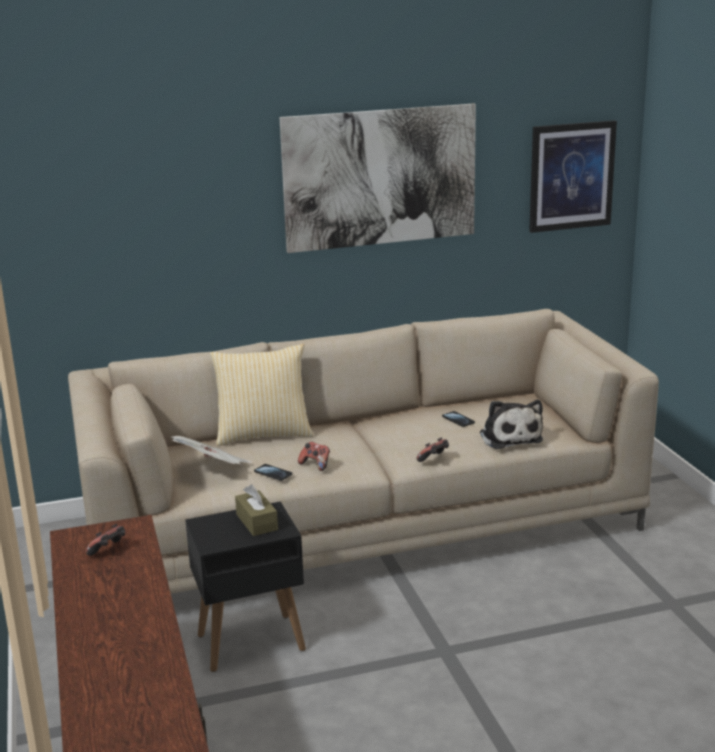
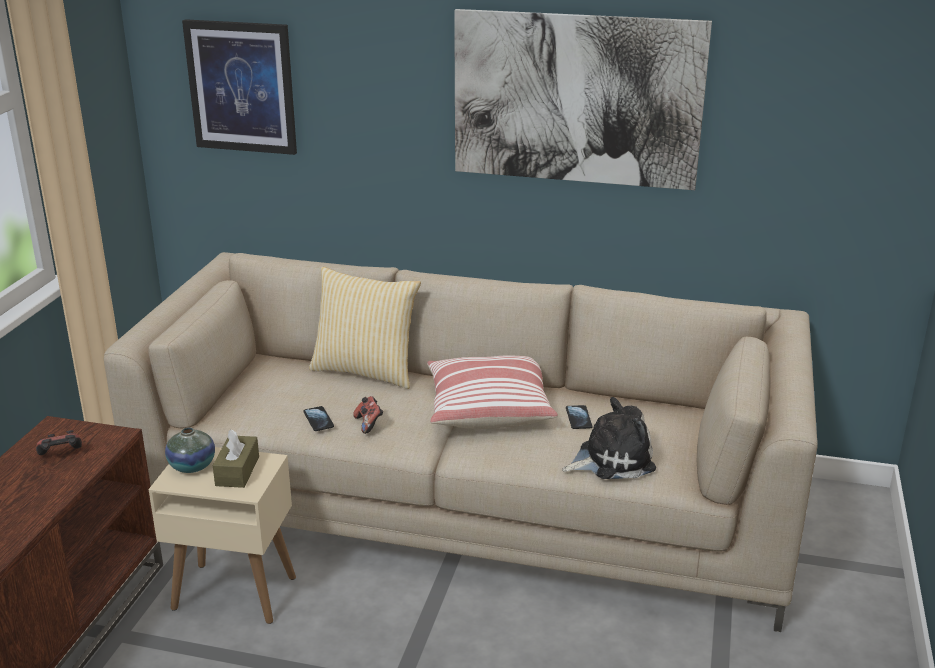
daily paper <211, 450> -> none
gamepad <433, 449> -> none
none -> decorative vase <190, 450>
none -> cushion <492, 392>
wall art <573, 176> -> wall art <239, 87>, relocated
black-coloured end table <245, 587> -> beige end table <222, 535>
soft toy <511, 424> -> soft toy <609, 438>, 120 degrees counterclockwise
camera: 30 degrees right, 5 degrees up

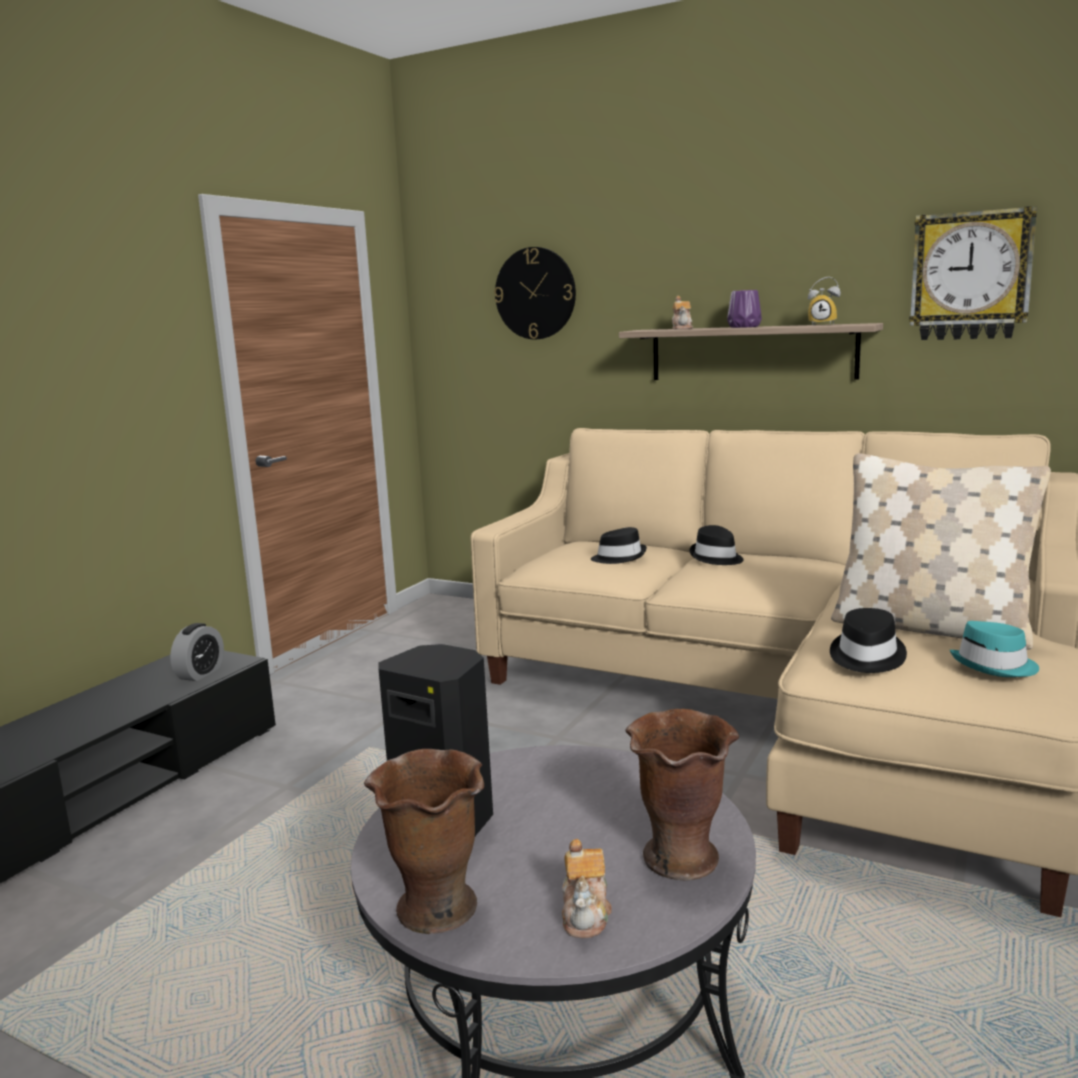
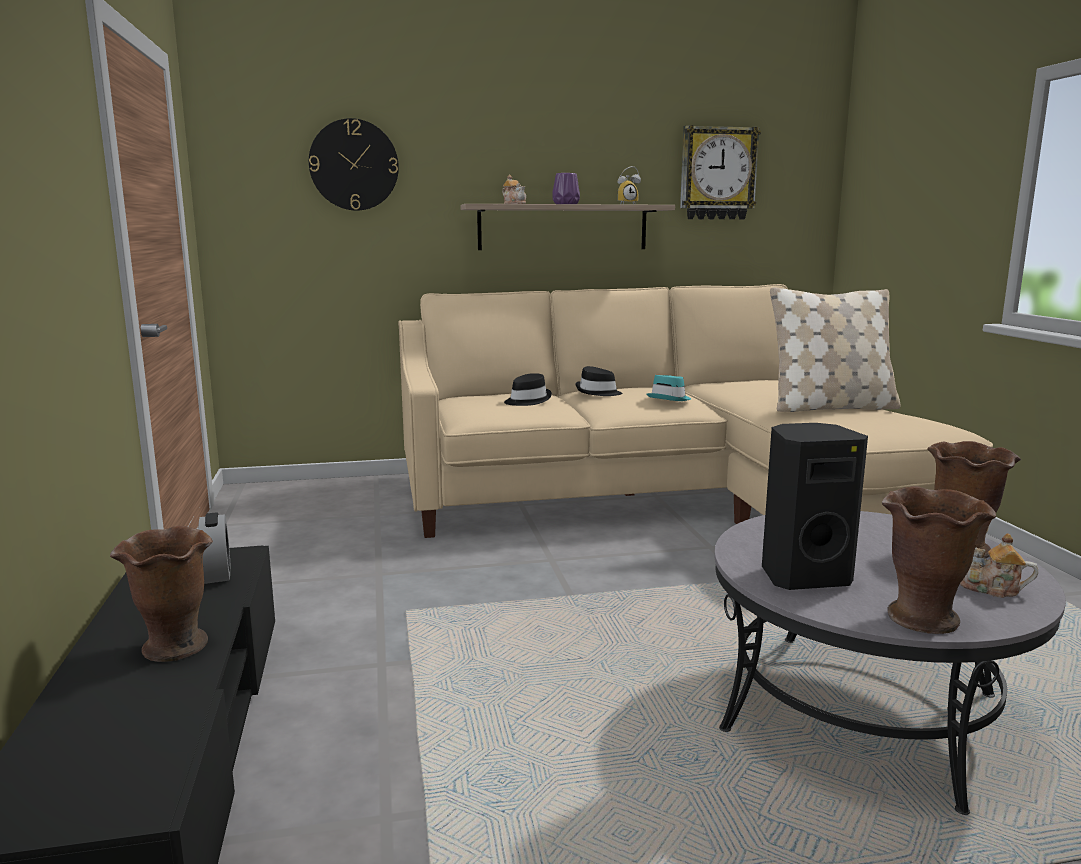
black-coloured hat <868, 640> -> none
none -> brown decorative vase <161, 594>
blue-green hat <994, 649> -> blue-green hat <668, 388>, relocated
pot for tea <587, 888> -> pot for tea <999, 565>, 150 degrees clockwise
camera: 40 degrees left, 0 degrees up

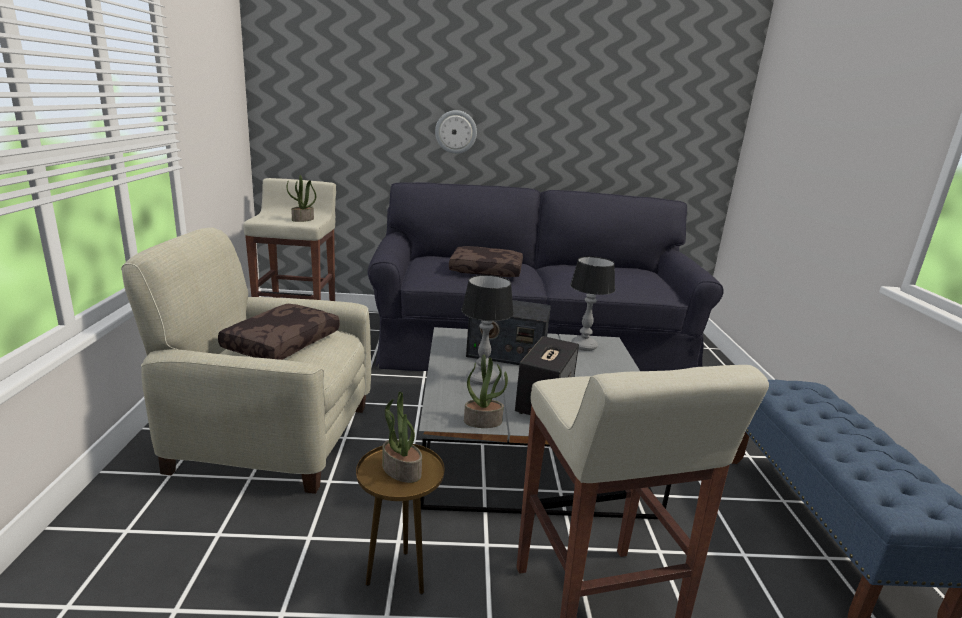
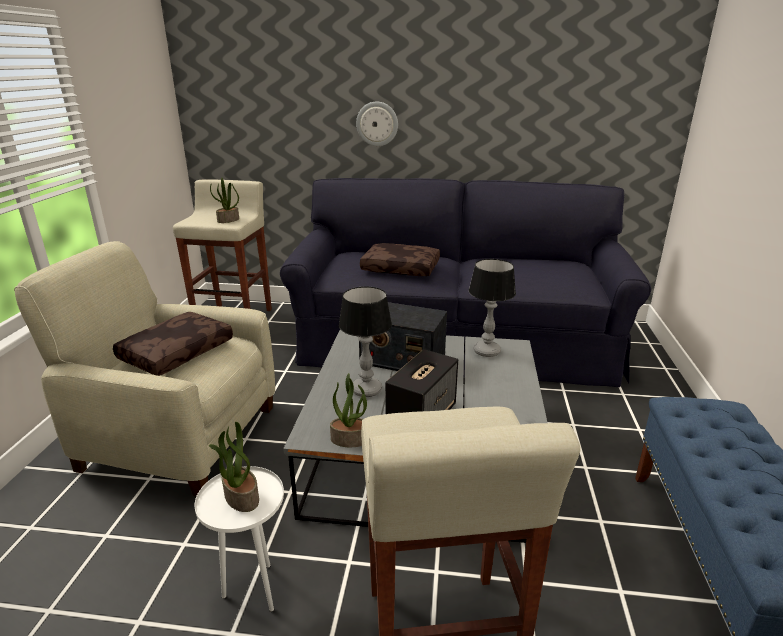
brown end table <400, 519> -> white-coloured end table <239, 539>
camera: 10 degrees right, 5 degrees up

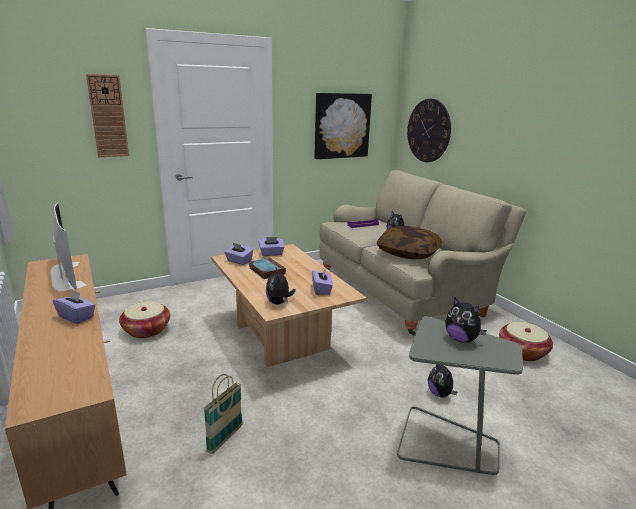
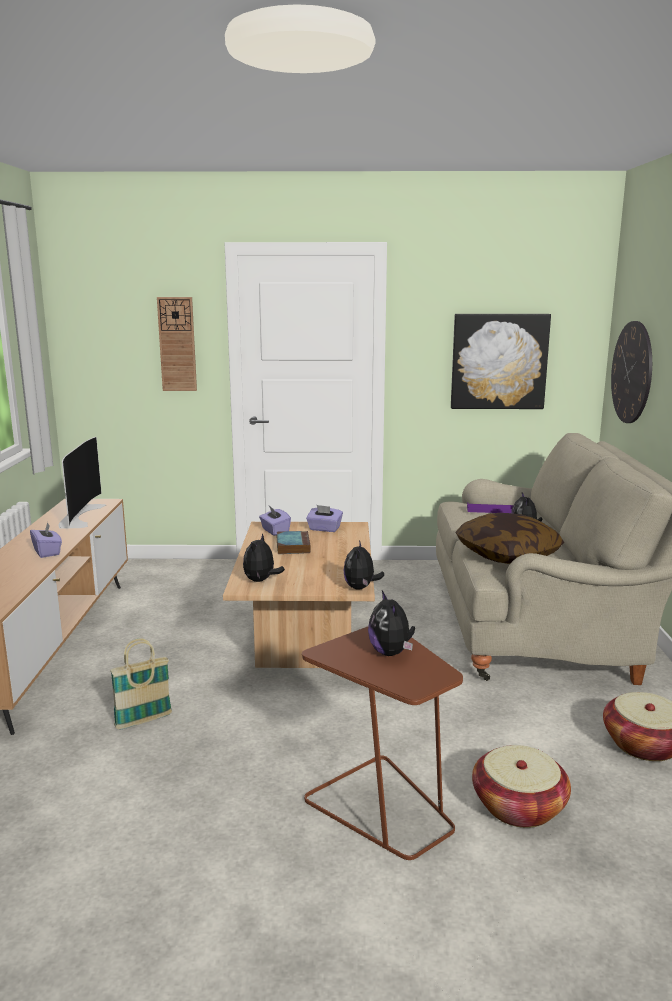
purple-coloured box of tissues <322, 282> -> none
basket <144, 319> -> basket <521, 786>, relocated
soft toy <442, 381> -> soft toy <364, 565>, relocated
greyish end table <460, 395> -> brown end table <382, 743>
camera: 30 degrees right, 5 degrees down

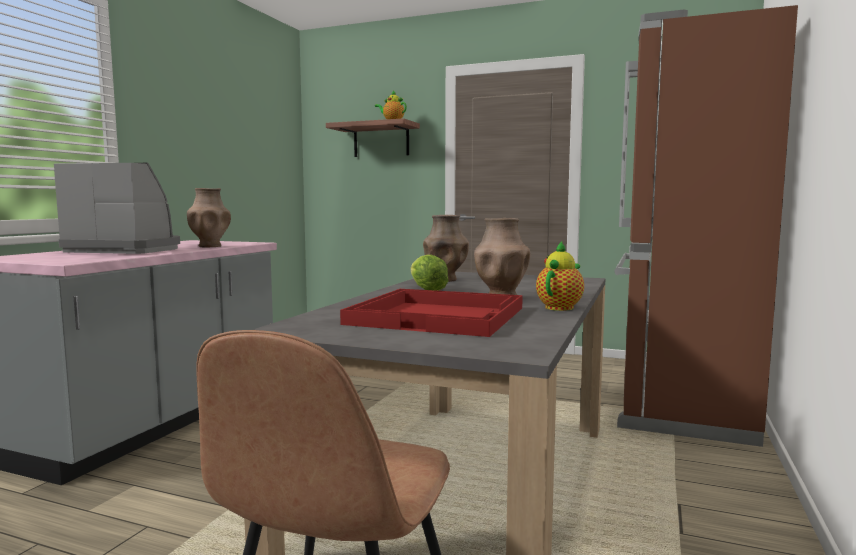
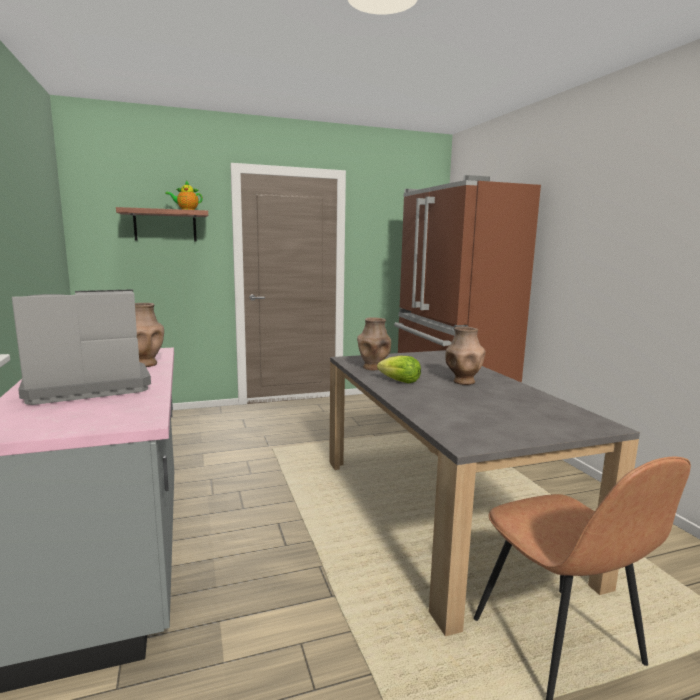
red tray <431, 313> -> none
pot for tea <560, 276> -> none
camera: 40 degrees left, 5 degrees up

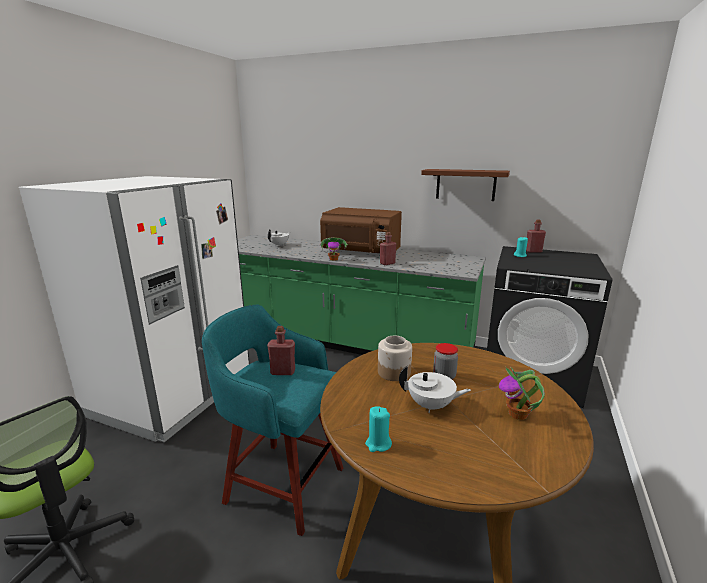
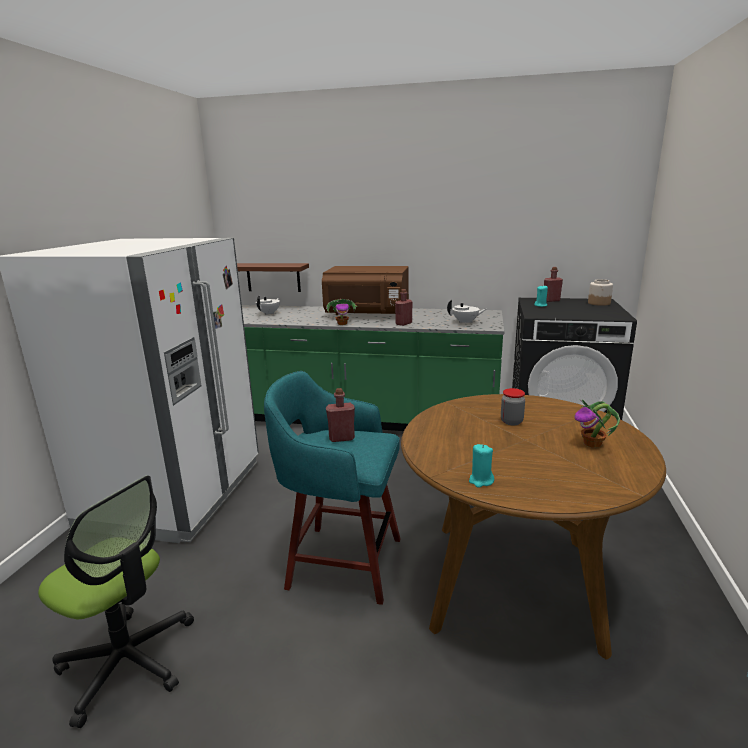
storage jar <395, 358> -> storage jar <600, 292>, relocated
white-coloured pot for tea <435, 389> -> white-coloured pot for tea <466, 312>, relocated
brown wall shelf <465, 185> -> brown wall shelf <273, 277>, relocated
camera: 10 degrees left, 0 degrees up

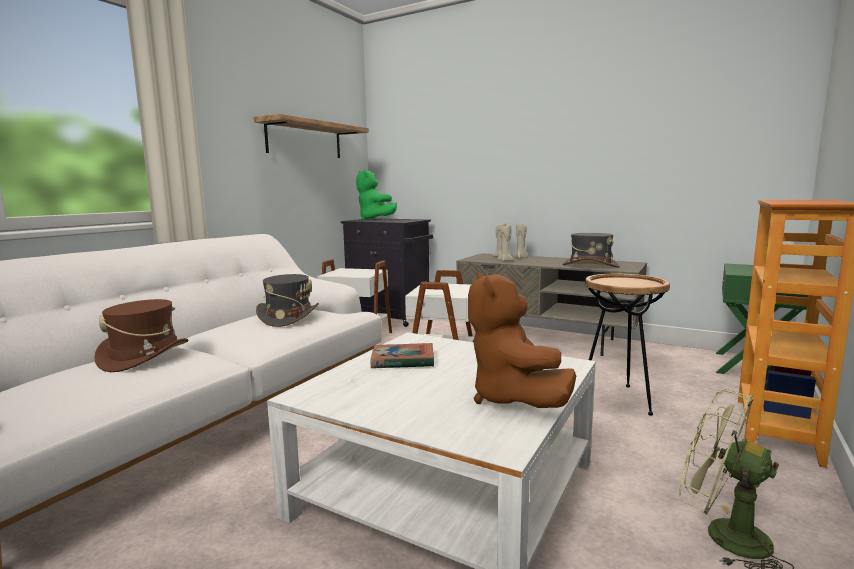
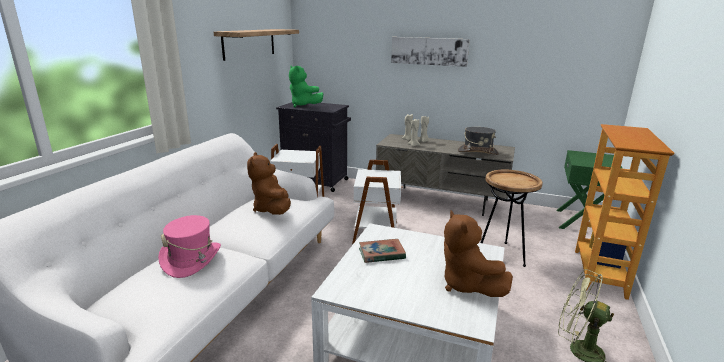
none -> wall art <430, 52>
greyish hat <287, 300> -> brown soft toy <269, 183>
brown hat <141, 335> -> pink-coloured hat <189, 246>
camera: 10 degrees left, 10 degrees up

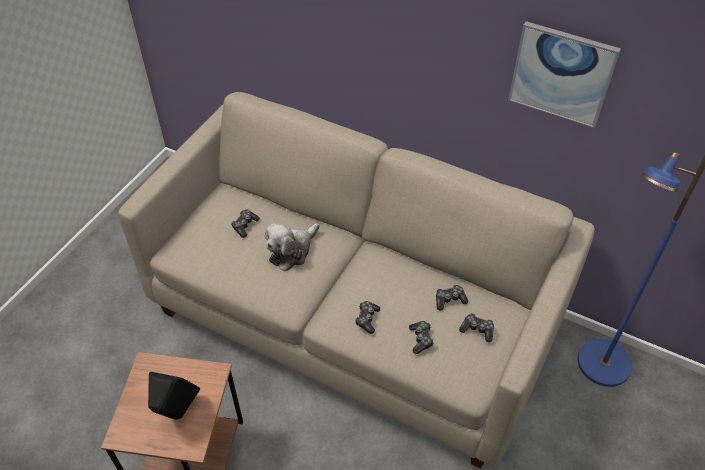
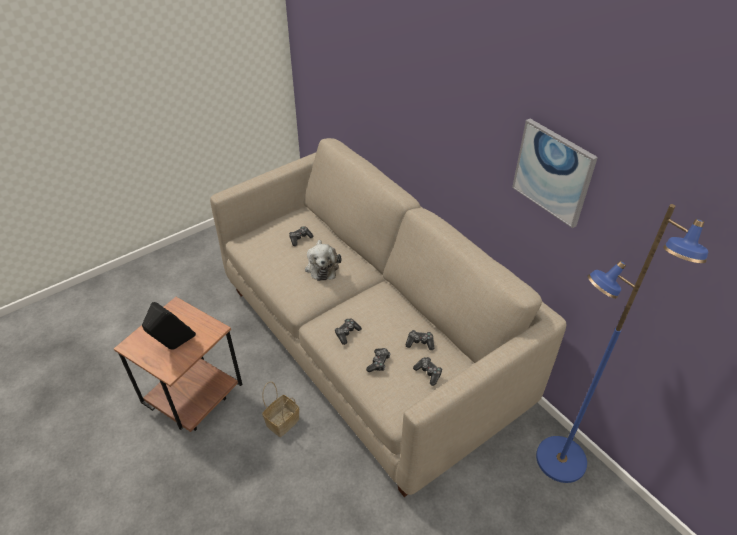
none -> basket <280, 409>
soft toy <292, 247> -> soft toy <323, 260>, 75 degrees counterclockwise
camera: 25 degrees right, 5 degrees down

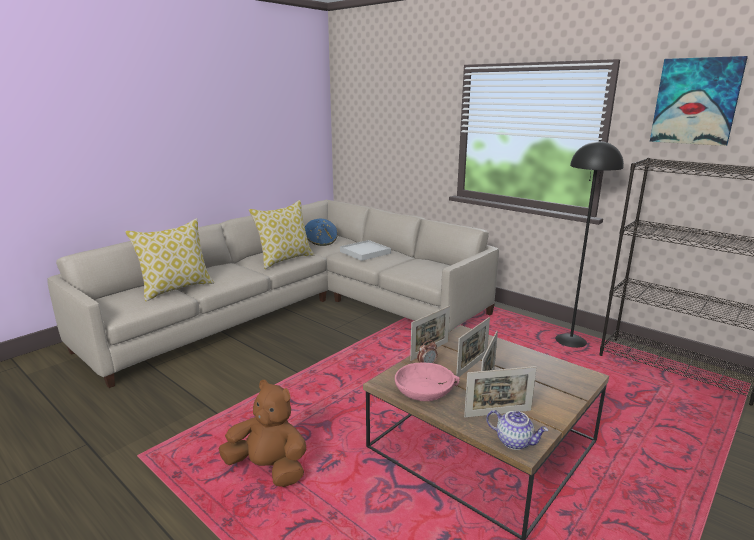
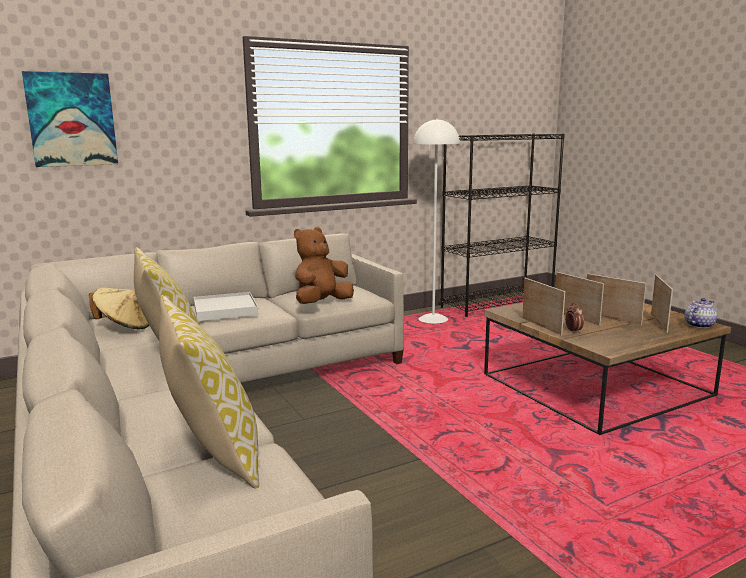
pink-coloured deep dish <427, 382> -> none
brown soft toy <262, 433> -> brown soft toy <324, 265>, relocated
wall art <699, 101> -> wall art <70, 119>, relocated
blue hat <321, 232> -> beige hat <119, 309>
black-coloured standing lamp <589, 244> -> white-coloured standing lamp <436, 220>
camera: 70 degrees left, 5 degrees down

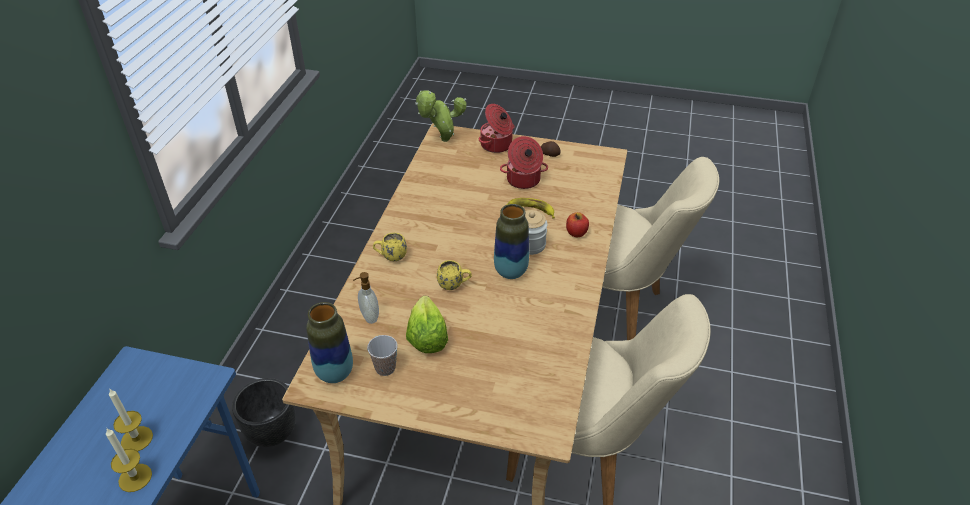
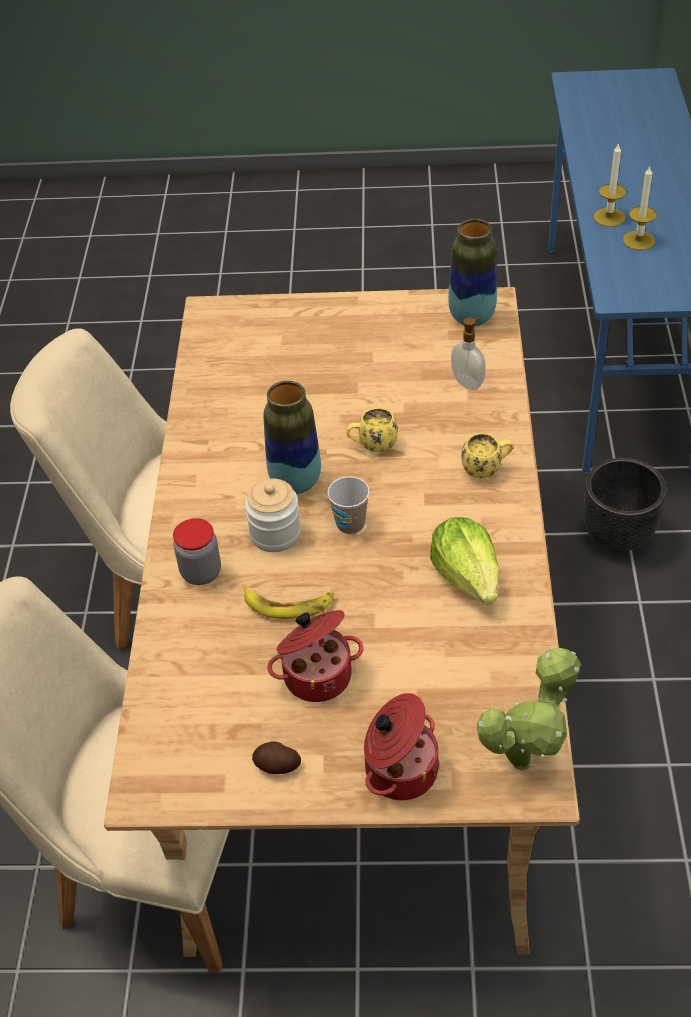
drinking cup <382, 355> -> drinking cup <348, 505>, relocated
lettuce <427, 324> -> lettuce <465, 561>, relocated
apple fruit <577, 224> -> storage jar <197, 551>
camera: 170 degrees right, 5 degrees up

